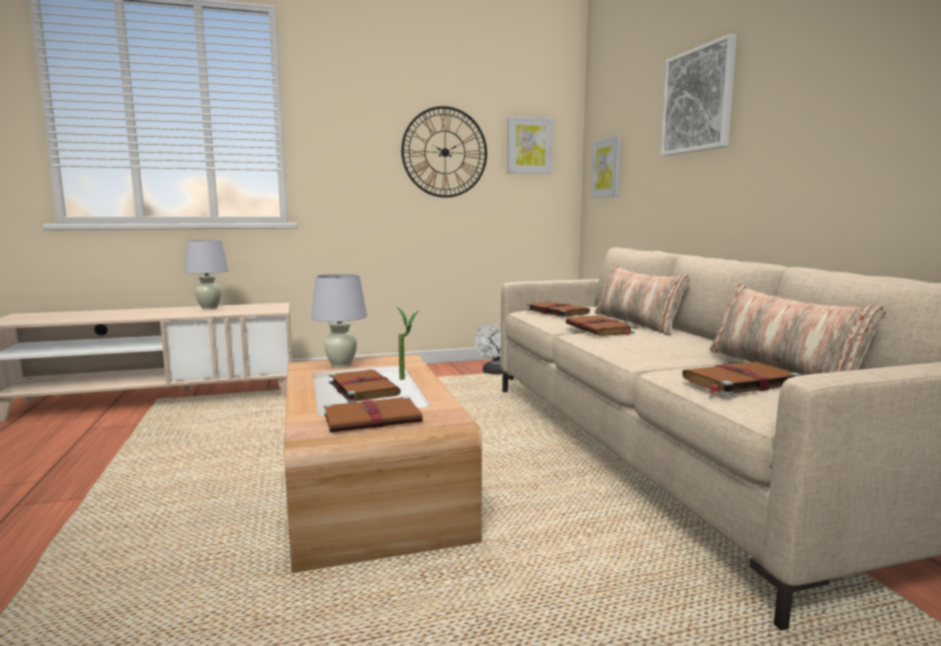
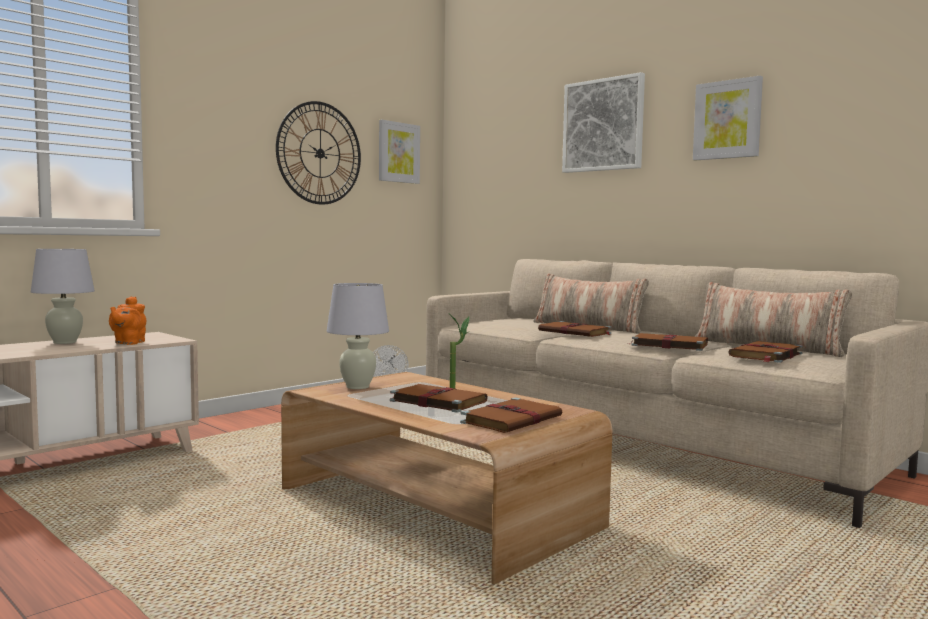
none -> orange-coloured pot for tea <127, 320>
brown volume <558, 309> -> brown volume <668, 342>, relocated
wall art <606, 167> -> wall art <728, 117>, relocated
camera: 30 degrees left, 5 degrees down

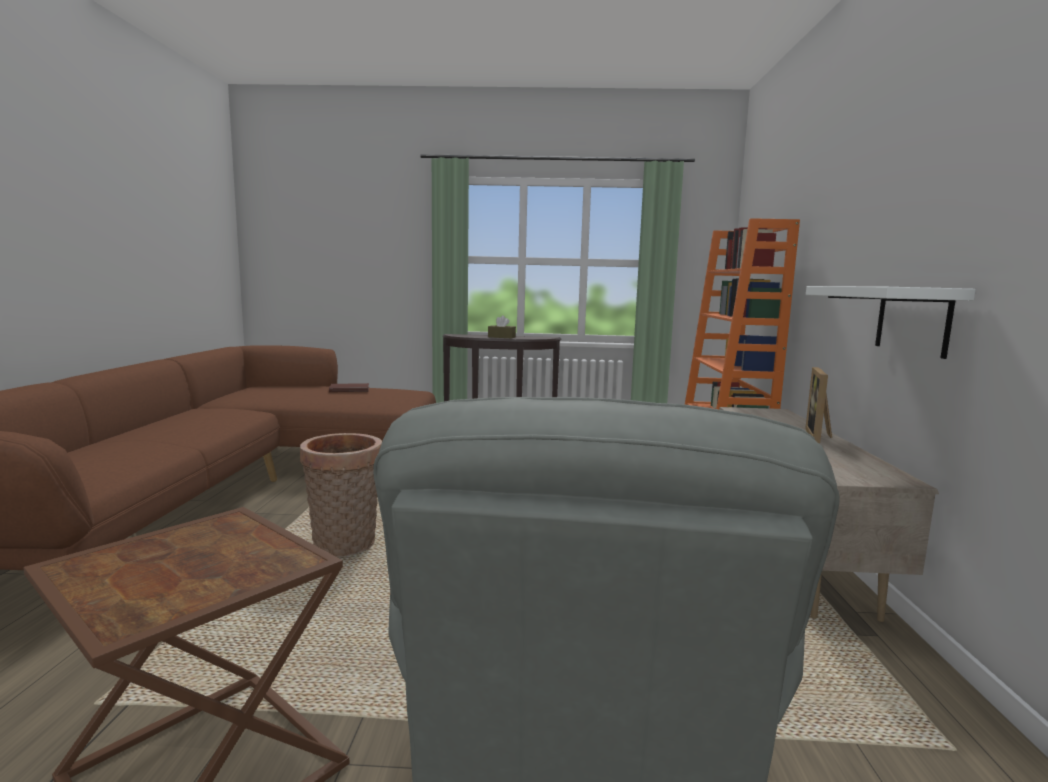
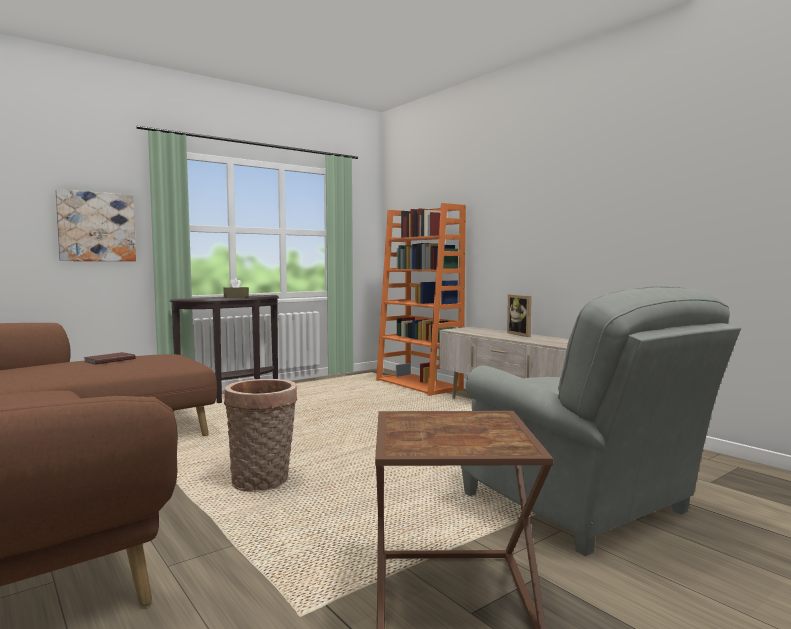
white-coloured wall shelf <891, 322> -> none
none -> wall art <96, 225>
camera: 40 degrees left, 5 degrees down

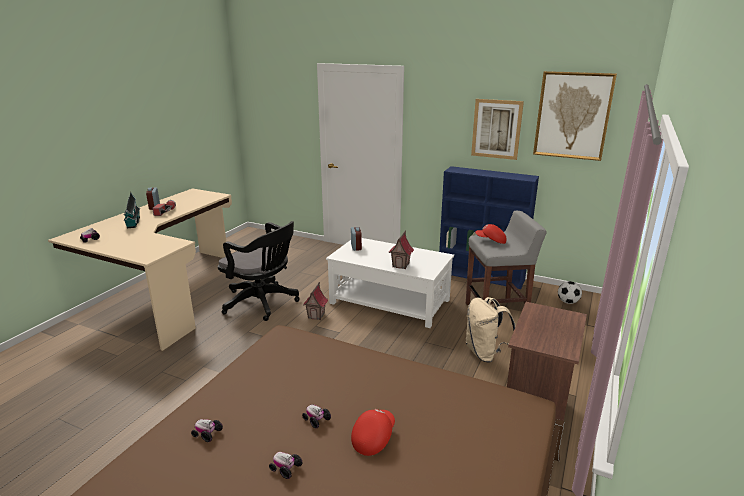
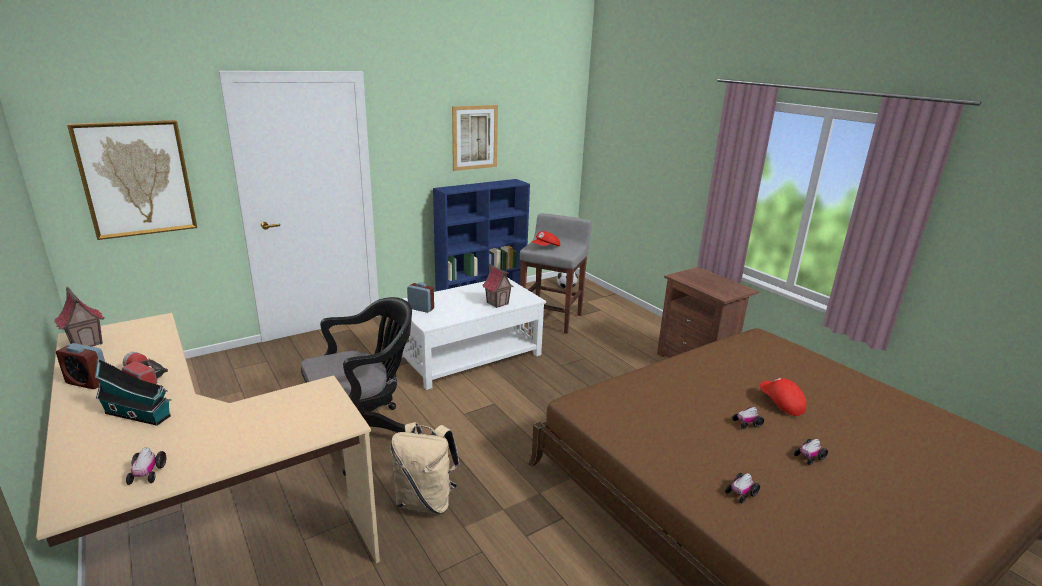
miniature house <315, 301> -> miniature house <79, 317>, relocated
beige rucksack <490, 329> -> beige rucksack <425, 468>, relocated
wall art <575, 116> -> wall art <132, 180>, relocated
camera: 60 degrees left, 0 degrees up

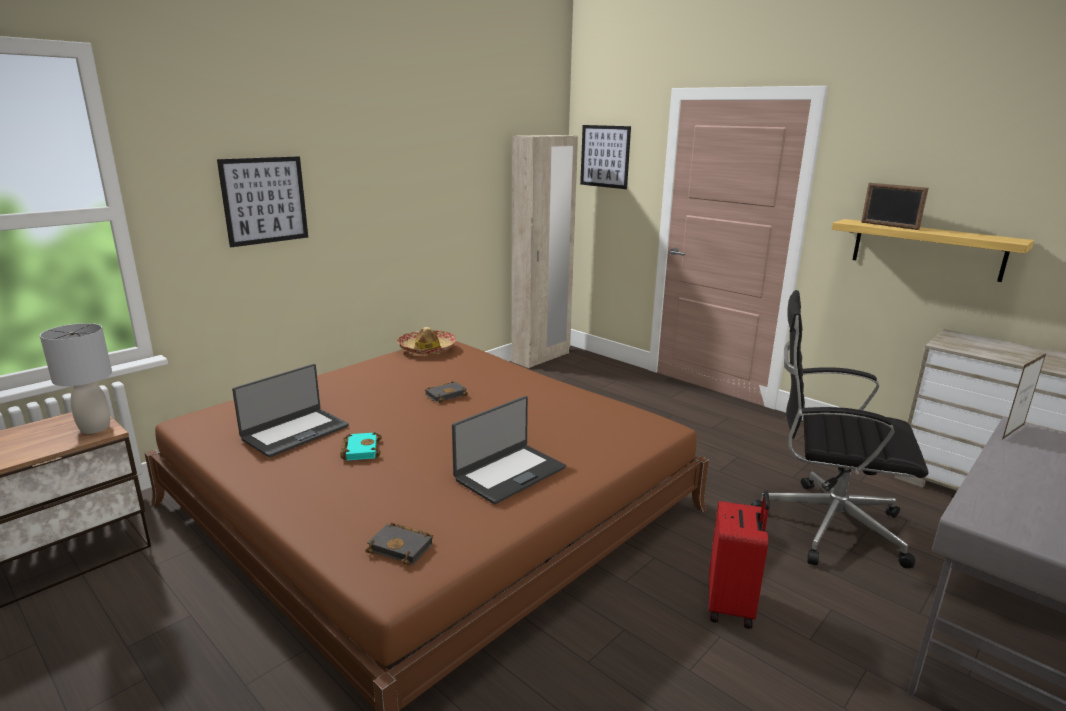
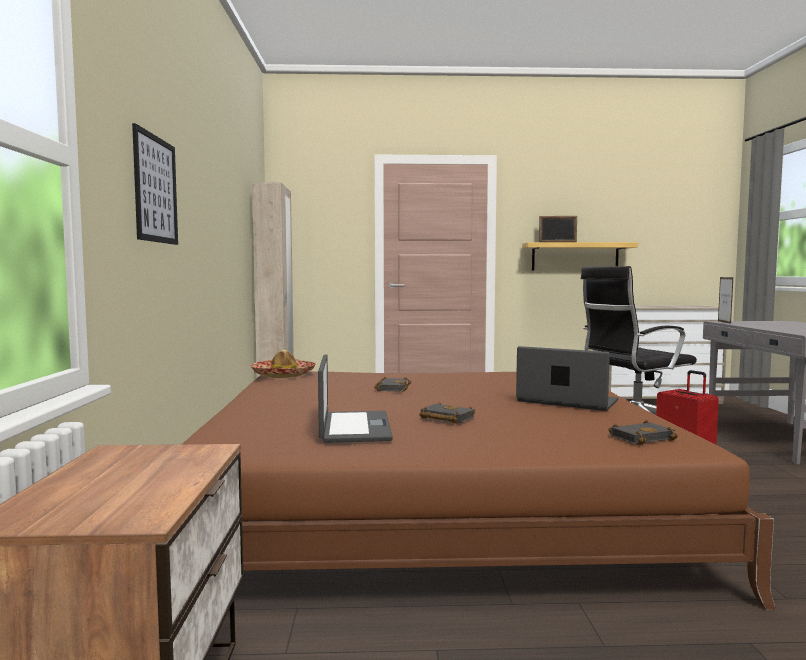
greyish lamp for a table <76, 378> -> none
wall art <605, 157> -> none
blue-green volume <361, 446> -> black-coloured volume <447, 413>
notebook computer <509, 450> -> notebook computer <567, 378>, 60 degrees counterclockwise
camera: 45 degrees left, 15 degrees down

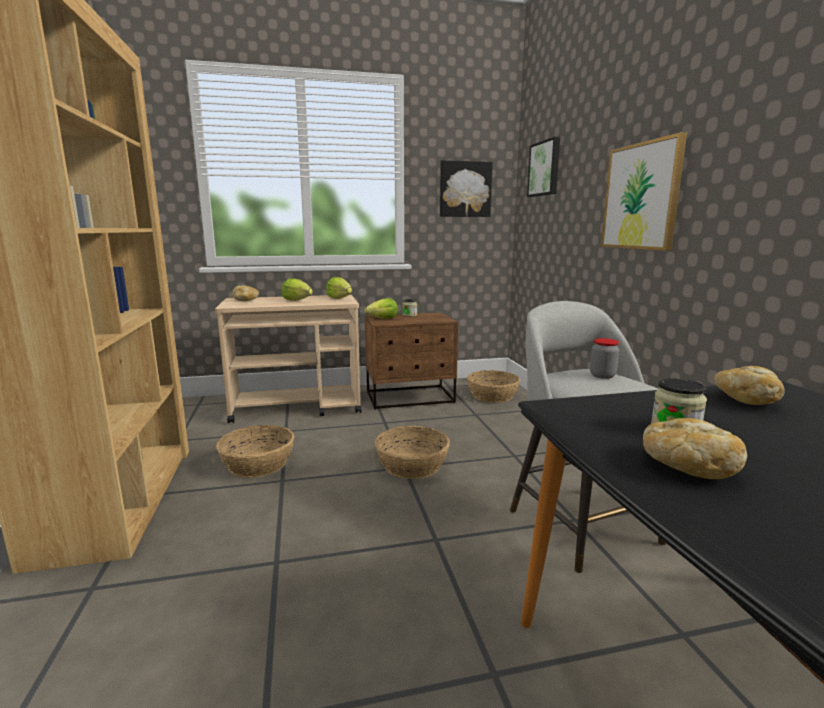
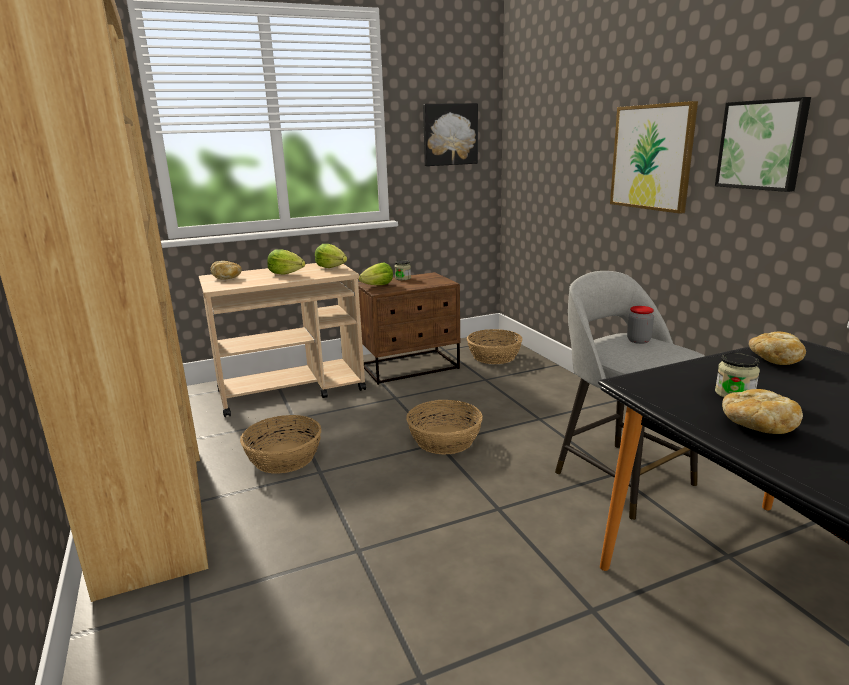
wall art <543, 167> -> wall art <763, 144>, relocated
camera: 10 degrees left, 5 degrees up

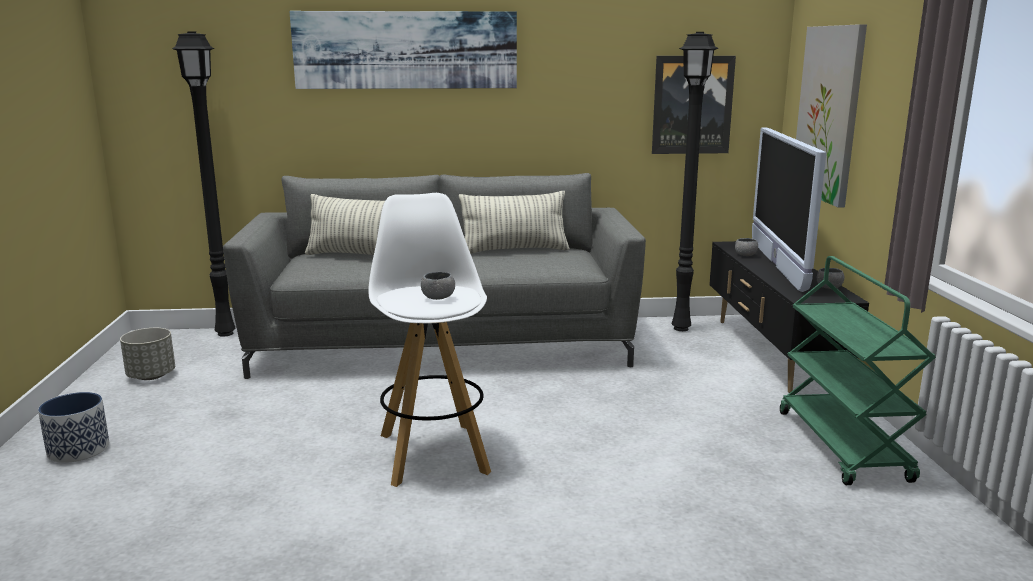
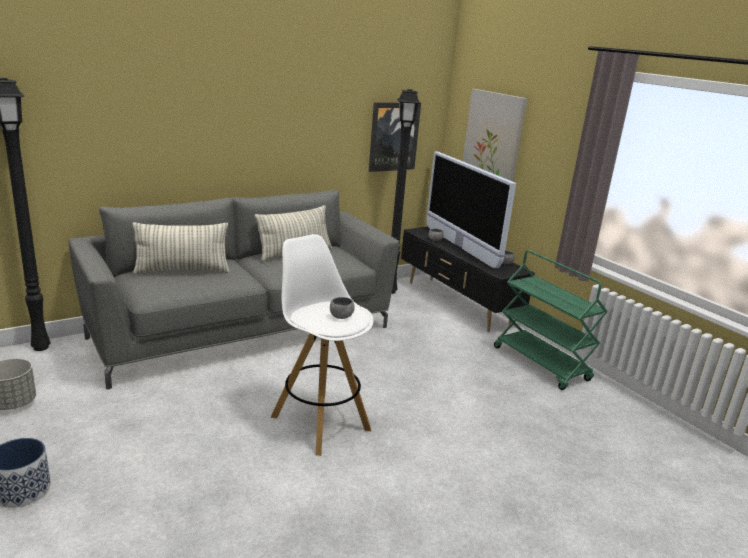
wall art <403, 50> -> none
camera: 30 degrees left, 5 degrees up

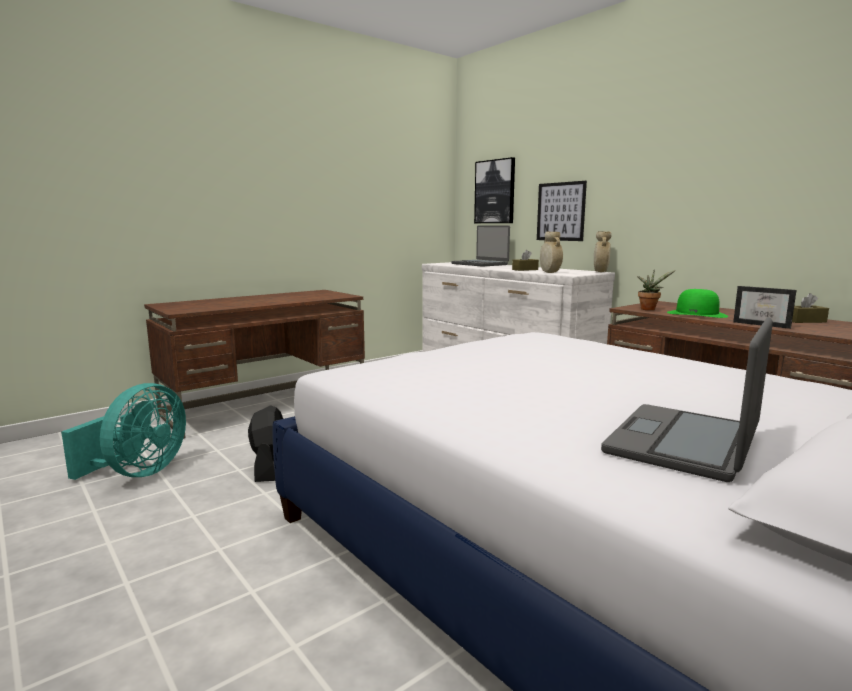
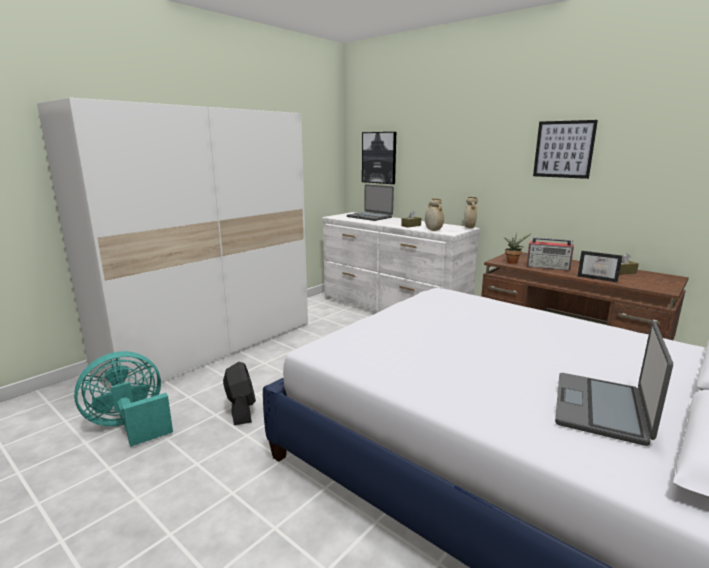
wall art <562, 211> -> wall art <565, 149>, relocated
brown desk table <254, 364> -> white-coloured clothes cupboard <172, 243>
green-coloured hat <697, 303> -> radio receiver <550, 254>
blue-green cooling fan <123, 431> -> blue-green cooling fan <123, 399>, 135 degrees counterclockwise
camera: 10 degrees left, 5 degrees up

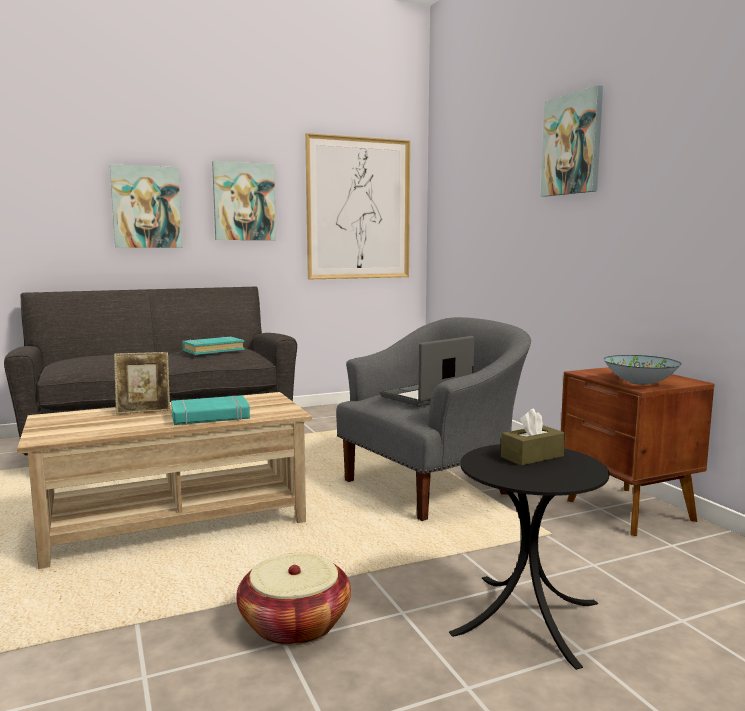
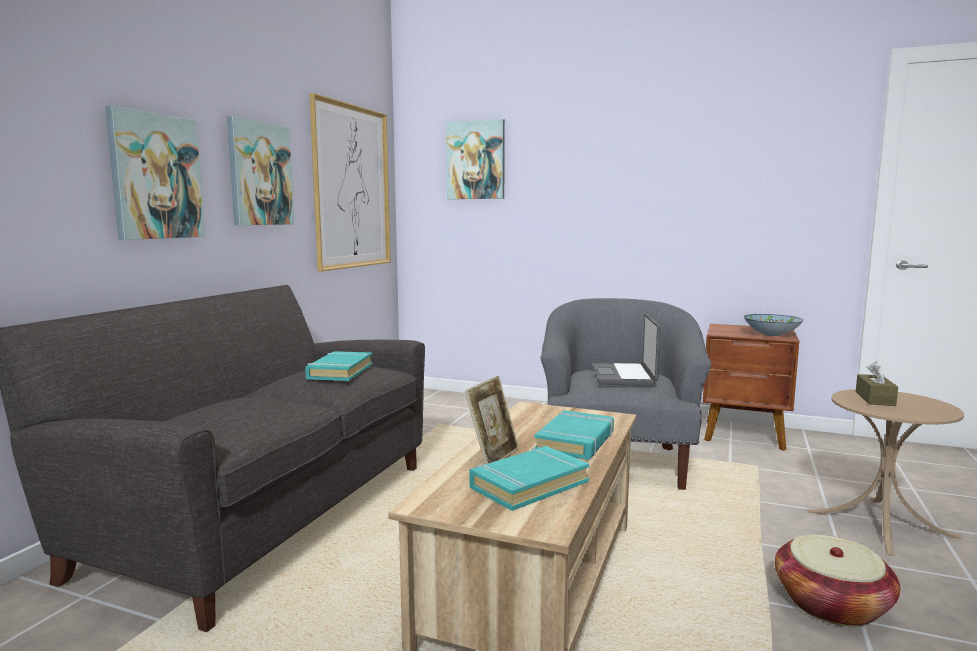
none -> blue-green volume <529, 478>
wall art <572, 141> -> wall art <475, 159>, relocated
black-coloured end table <529, 557> -> beige end table <886, 472>
camera: 45 degrees left, 0 degrees up

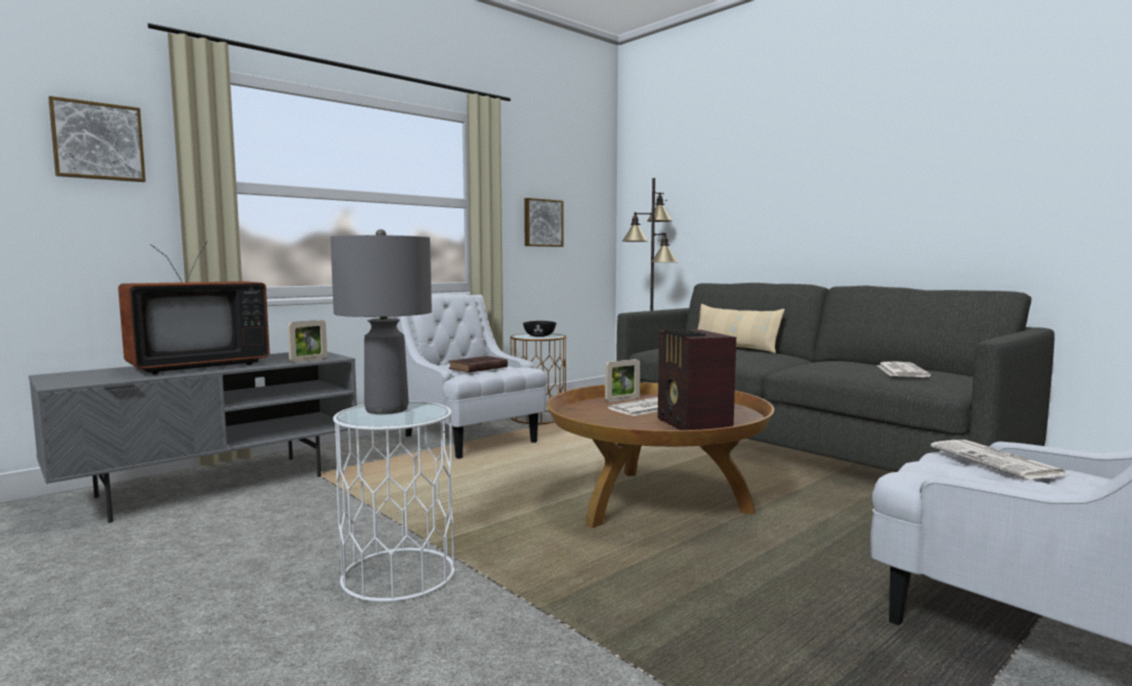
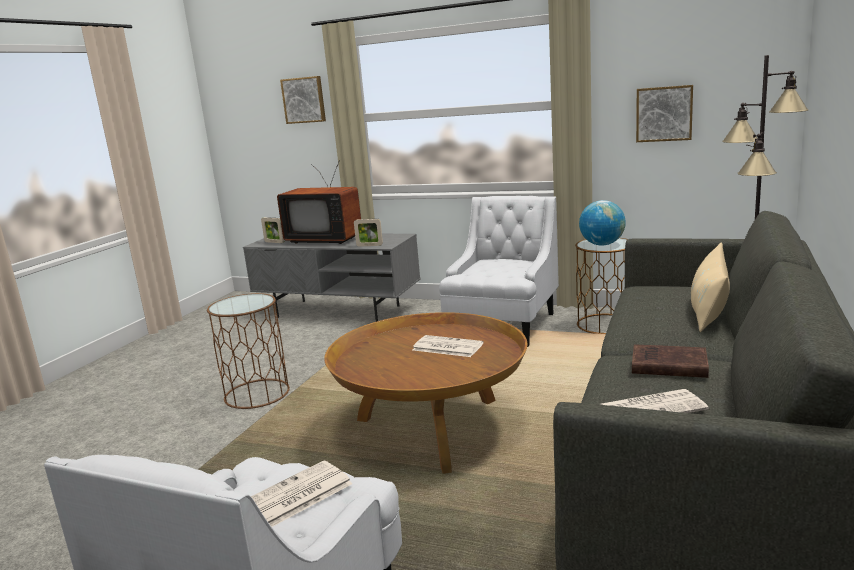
greyish lamp for a table <381, 321> -> none
radio receiver <697, 379> -> none
brown volume <478, 364> -> brown volume <670, 361>, relocated
photo frame <622, 380> -> photo frame <272, 230>, relocated
black-coloured deep dish <539, 329> -> globe <602, 223>
white-coloured end table <394, 501> -> brown end table <248, 351>
camera: 65 degrees right, 10 degrees up

